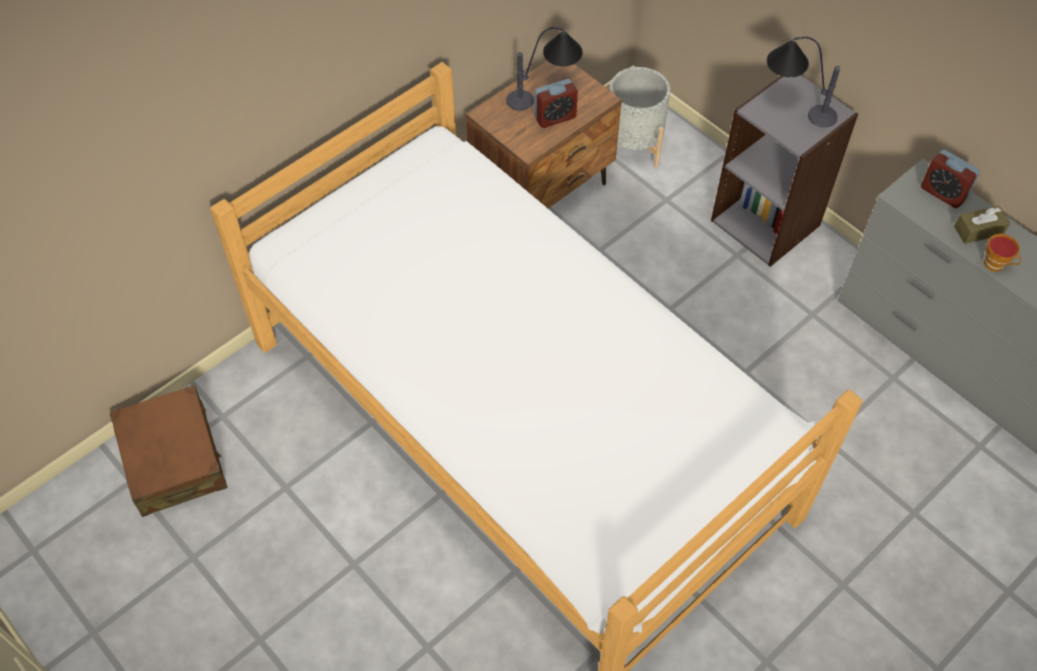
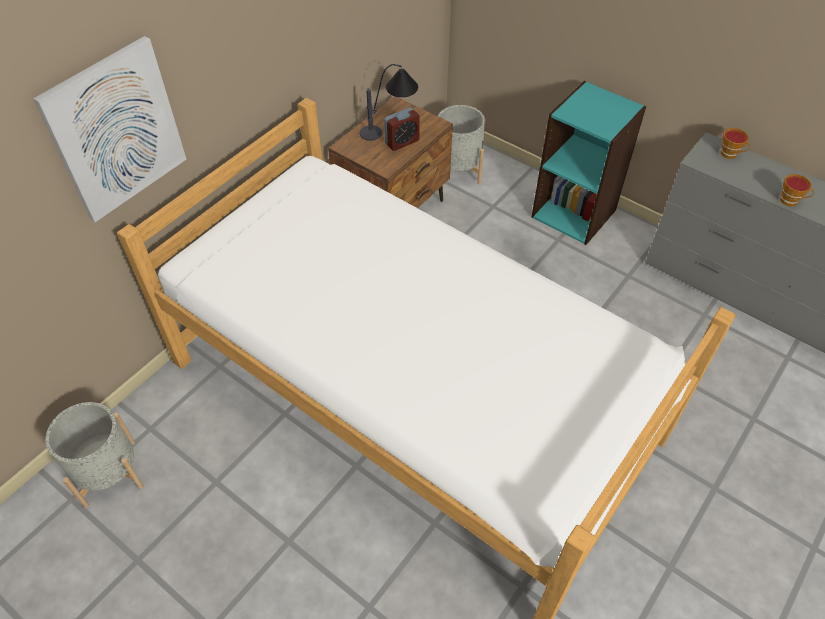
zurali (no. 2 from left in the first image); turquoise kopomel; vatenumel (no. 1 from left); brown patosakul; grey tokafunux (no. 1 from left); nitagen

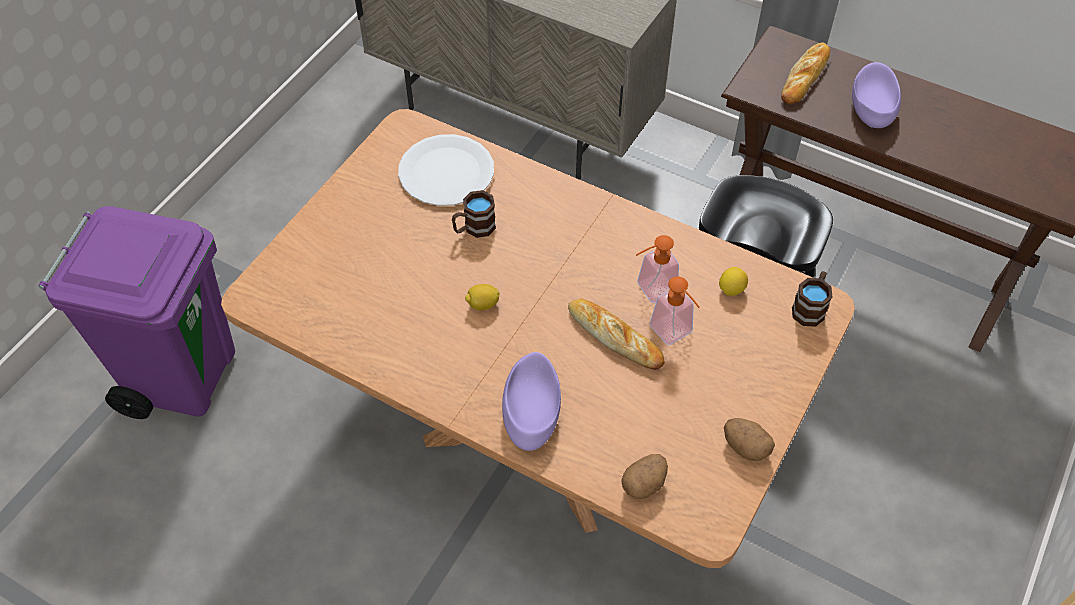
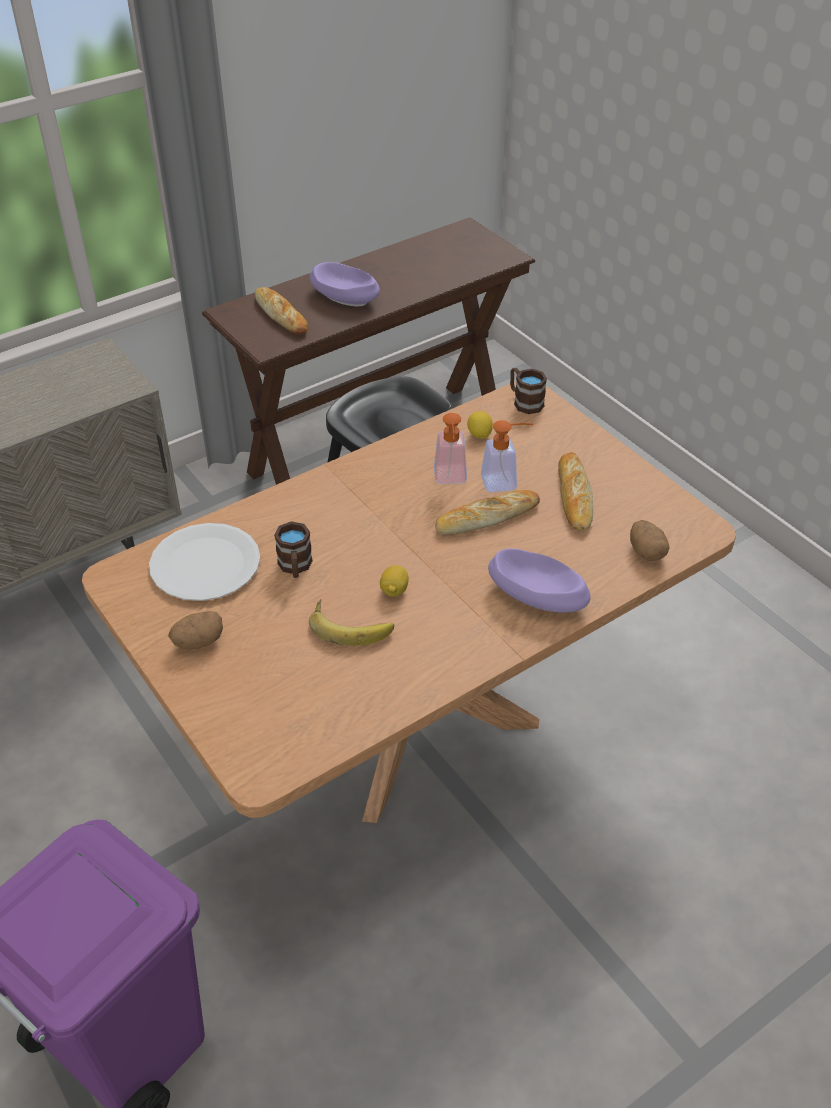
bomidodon (no. 1 from left); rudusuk (no. 3 from left); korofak

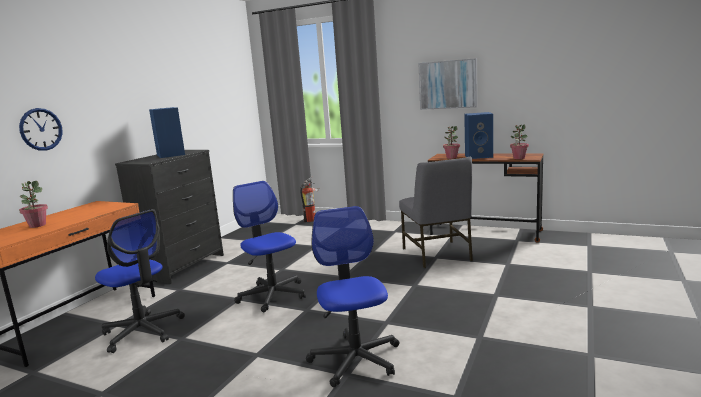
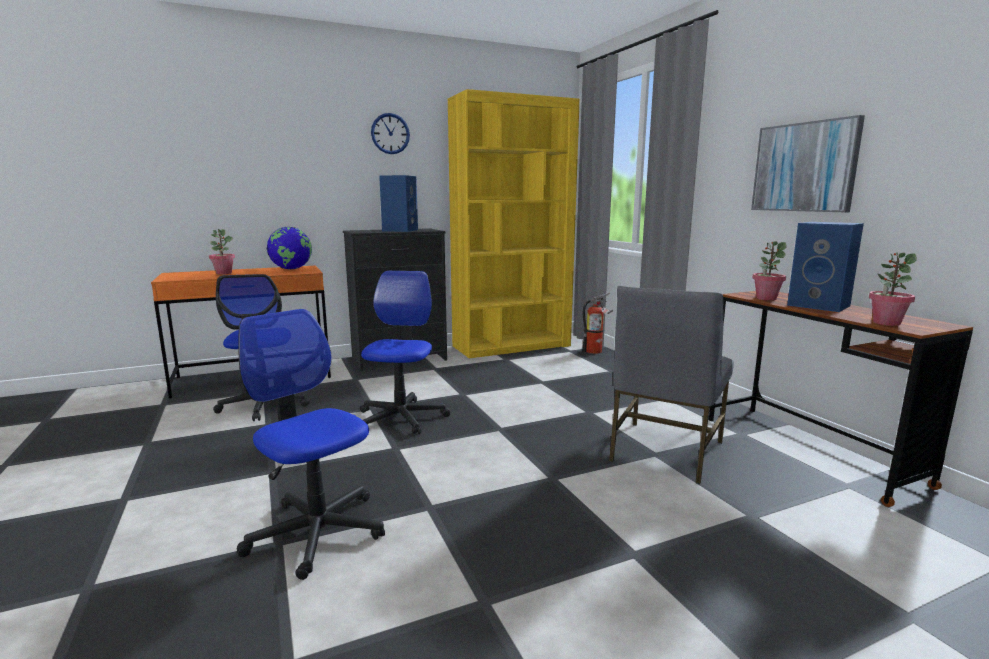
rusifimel; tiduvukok (no. 2 from left); yellow kopomel; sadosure

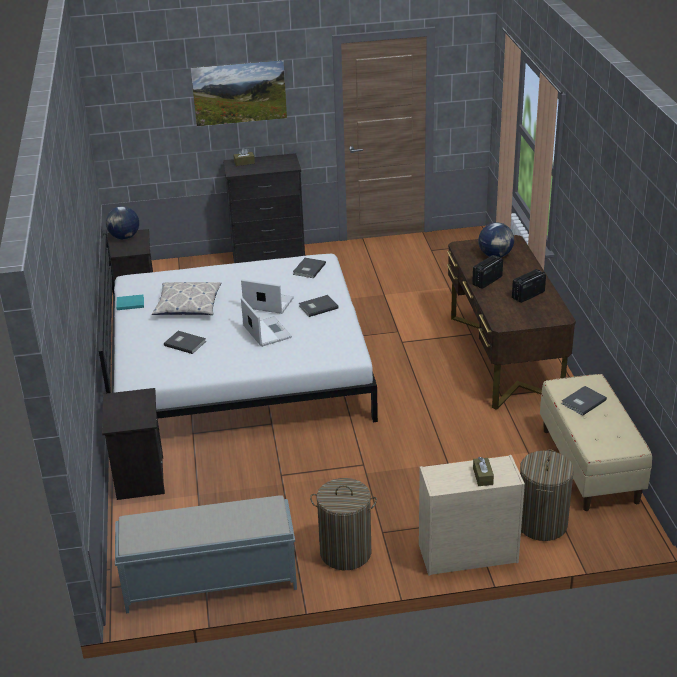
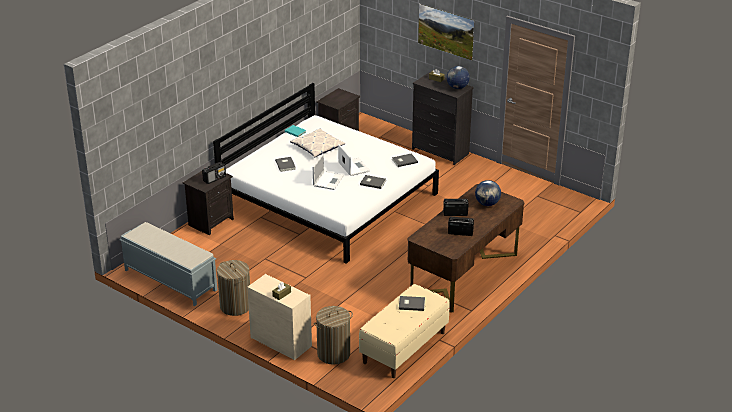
sadosure (no. 1 from left); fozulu (no. 1 from left)

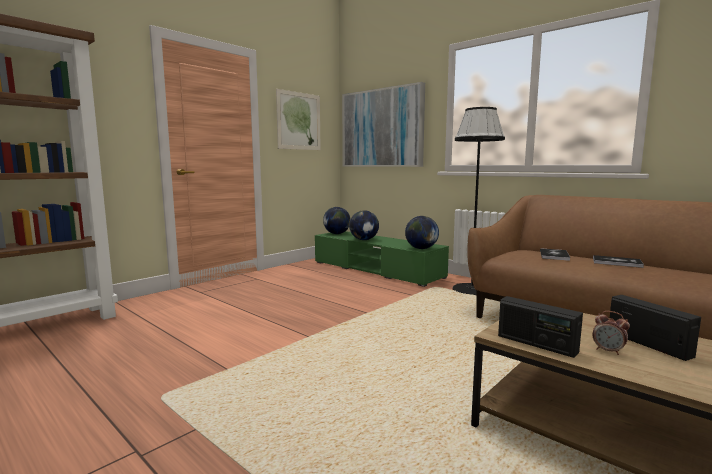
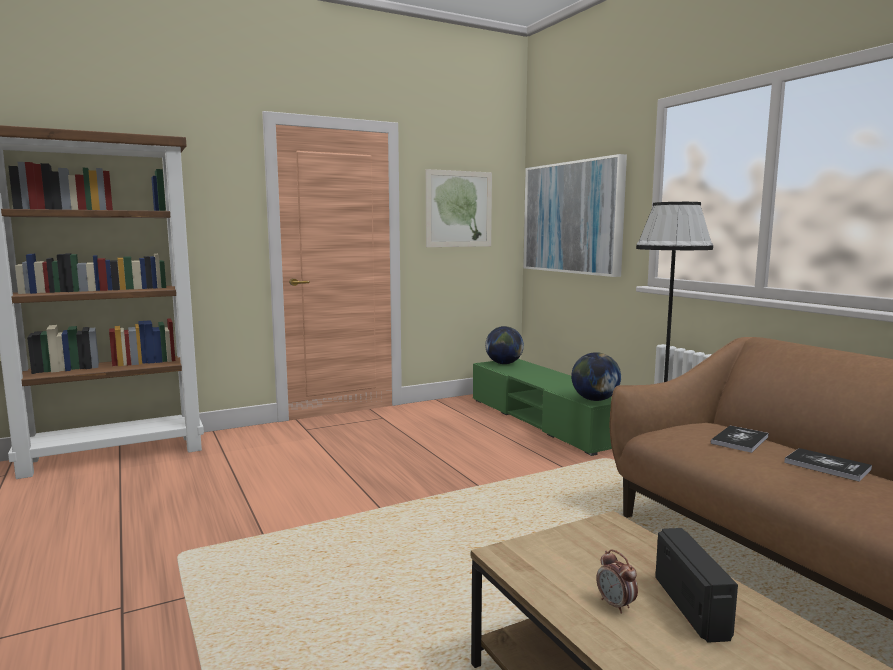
sadosure (no. 2 from left in the first image); fozulu (no. 1 from left in the first image)

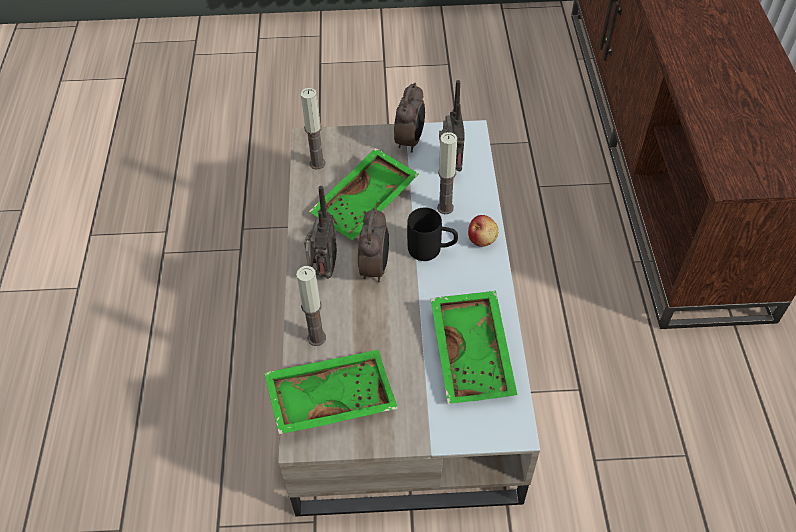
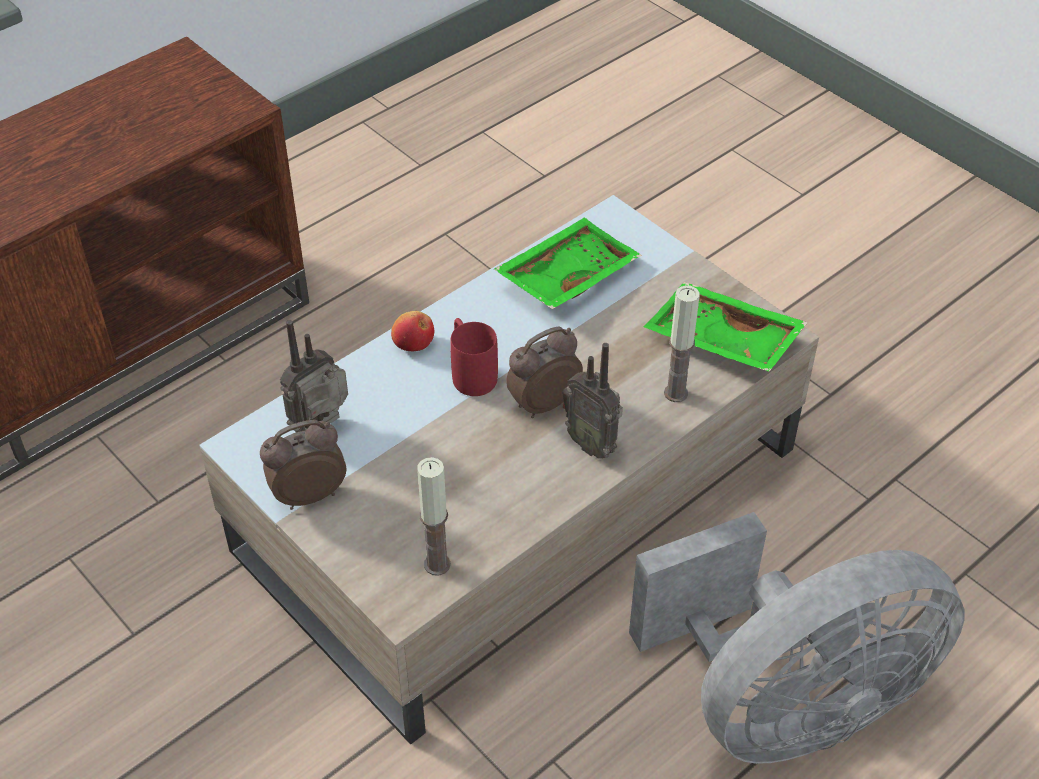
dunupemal (no. 3 from left in the first image); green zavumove (no. 2 from left in the first image); fozulu (no. 2 from left); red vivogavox; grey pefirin

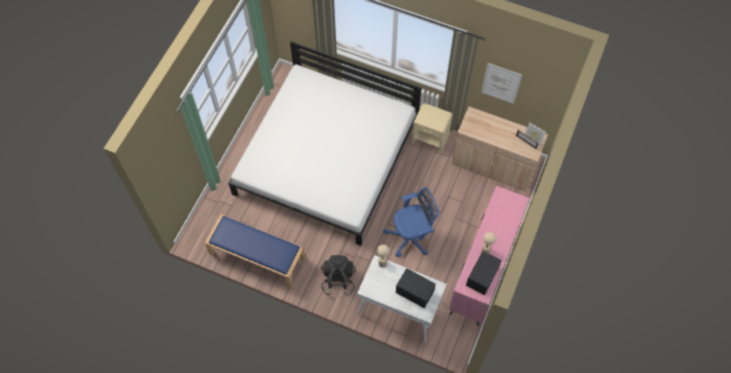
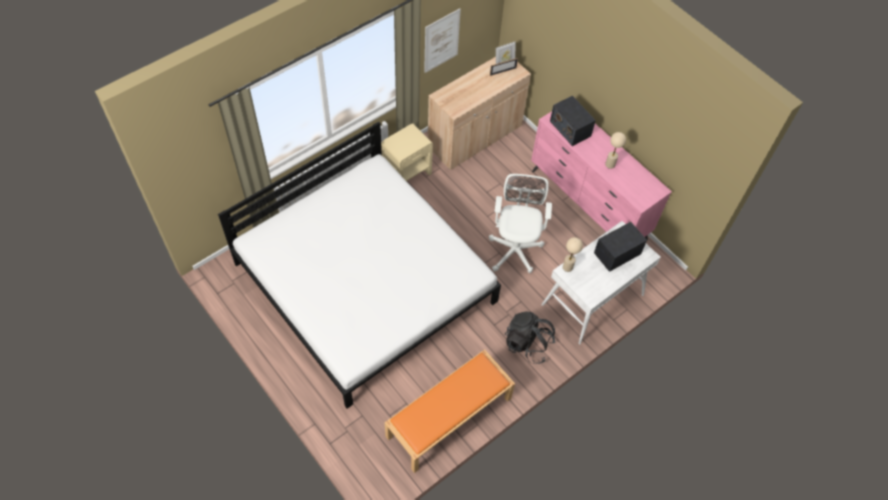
white tiduvukok; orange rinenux; fozulu (no. 1 from left)

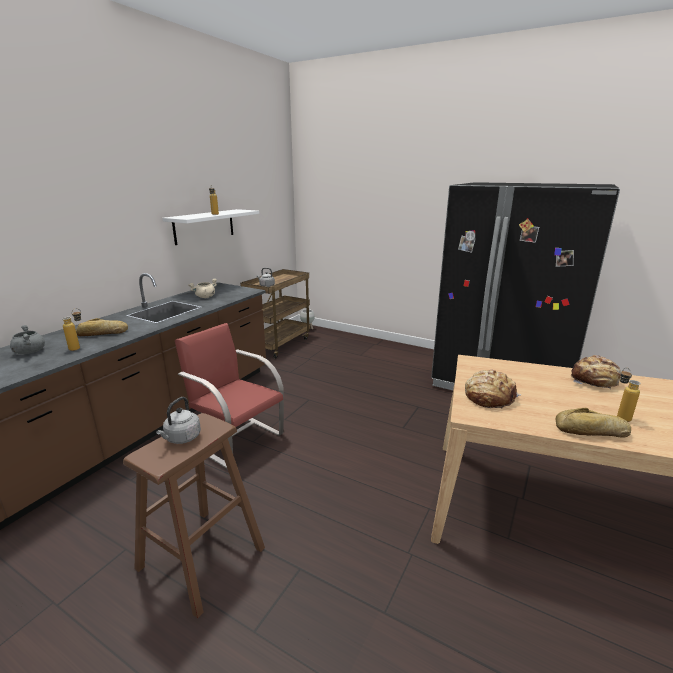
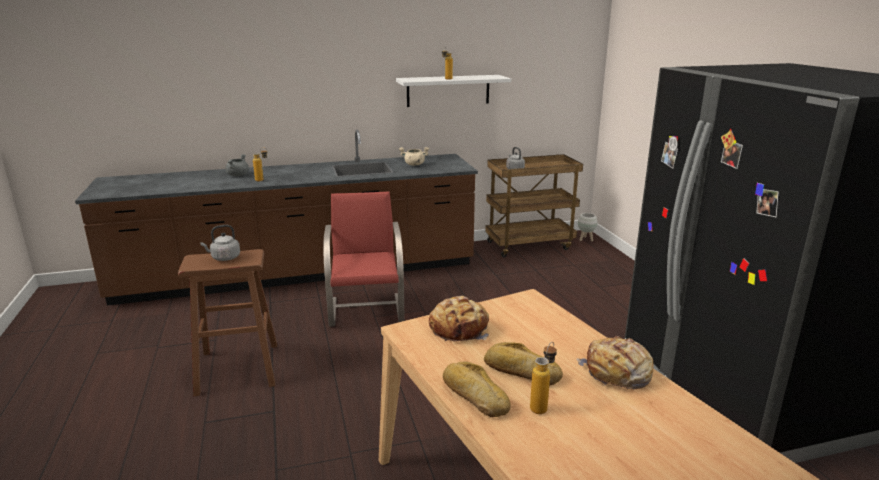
rudusuk (no. 3 from left)

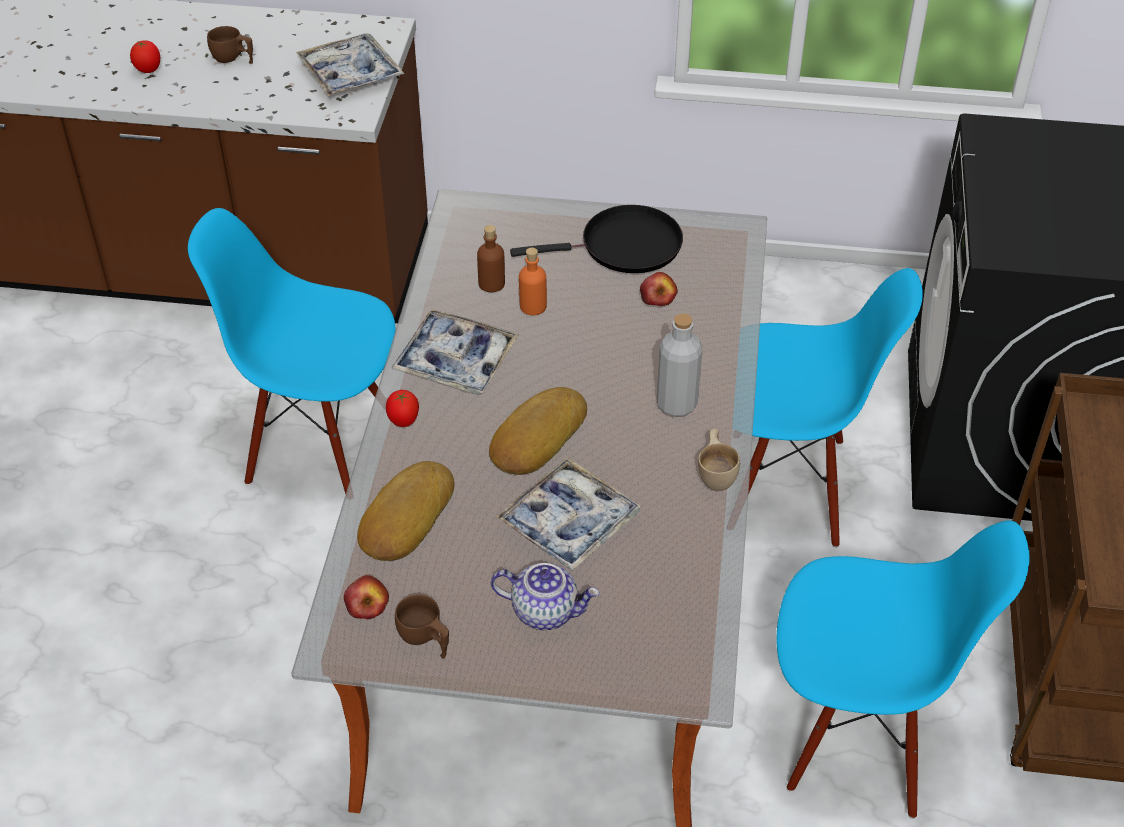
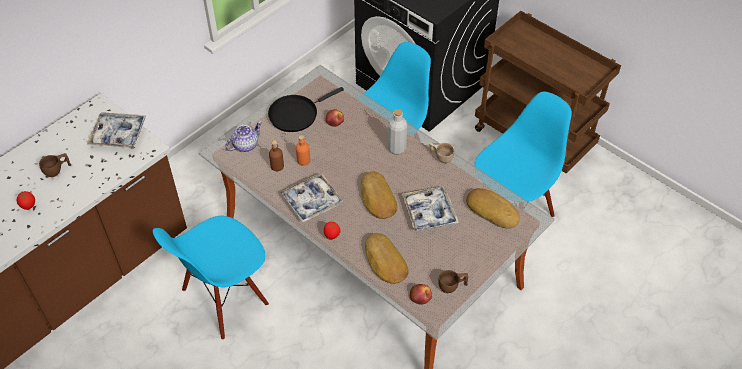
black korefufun; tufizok; rudusuk (no. 3 from left)

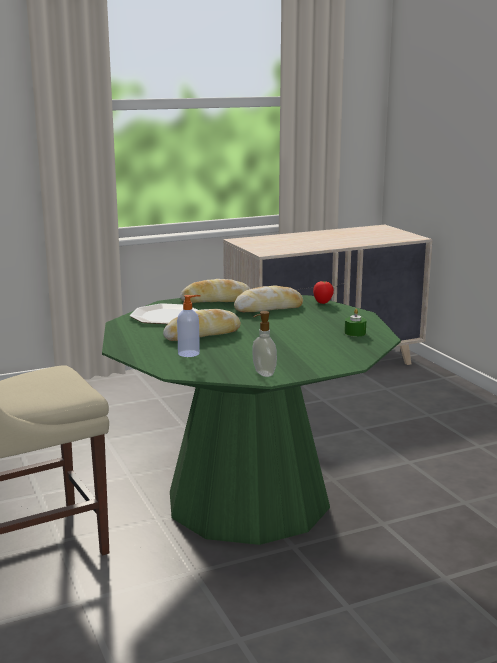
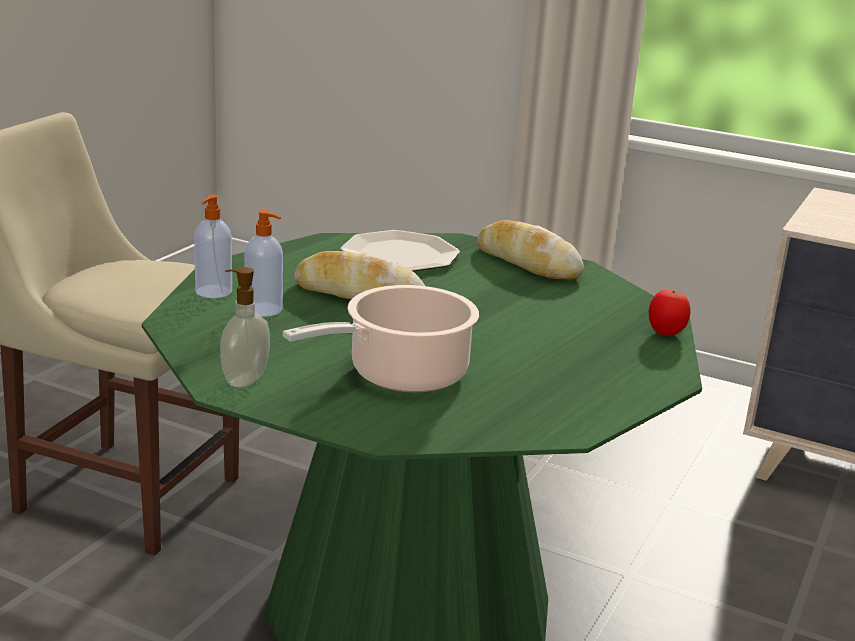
rudusuk (no. 3 from left in the first image); green dunupemal; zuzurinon (no. 1 from left); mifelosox

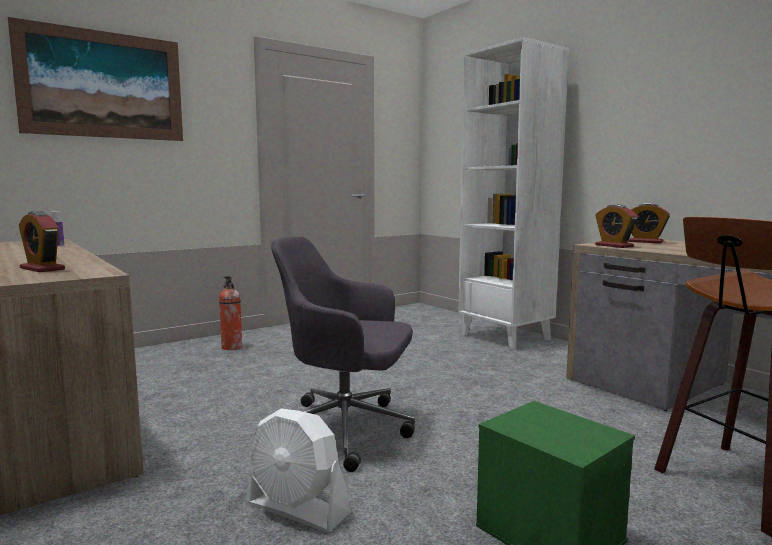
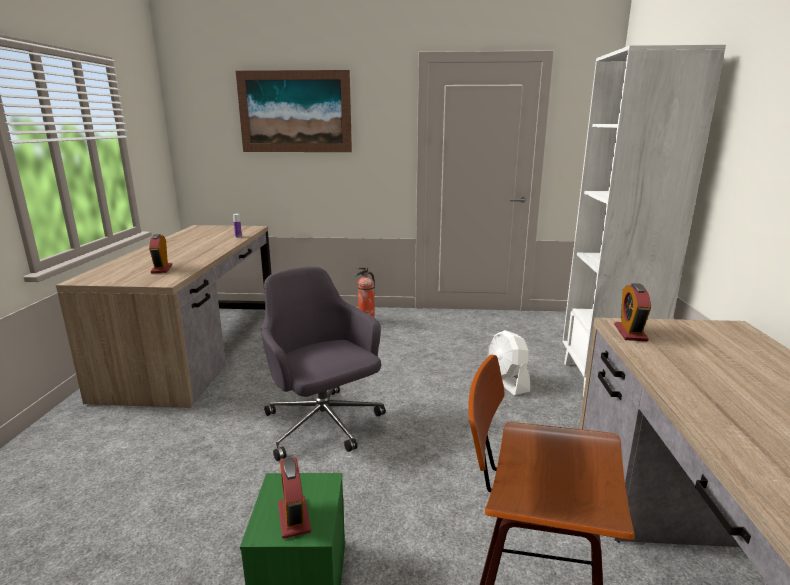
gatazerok (no. 2 from left); white pefirin

